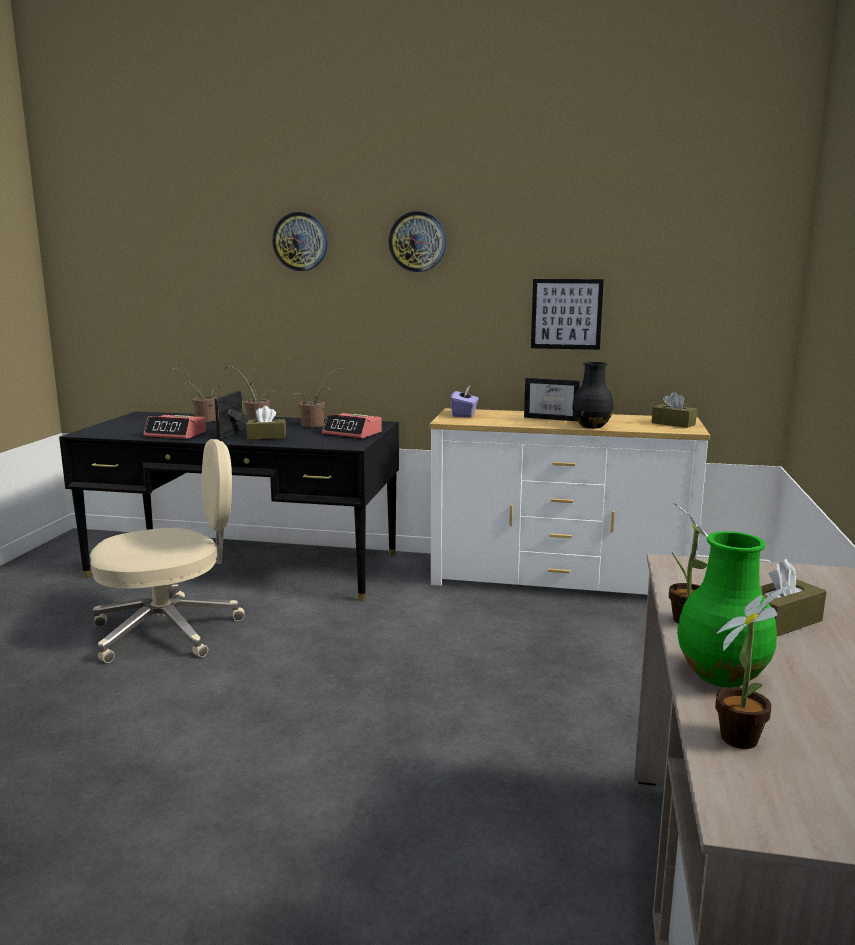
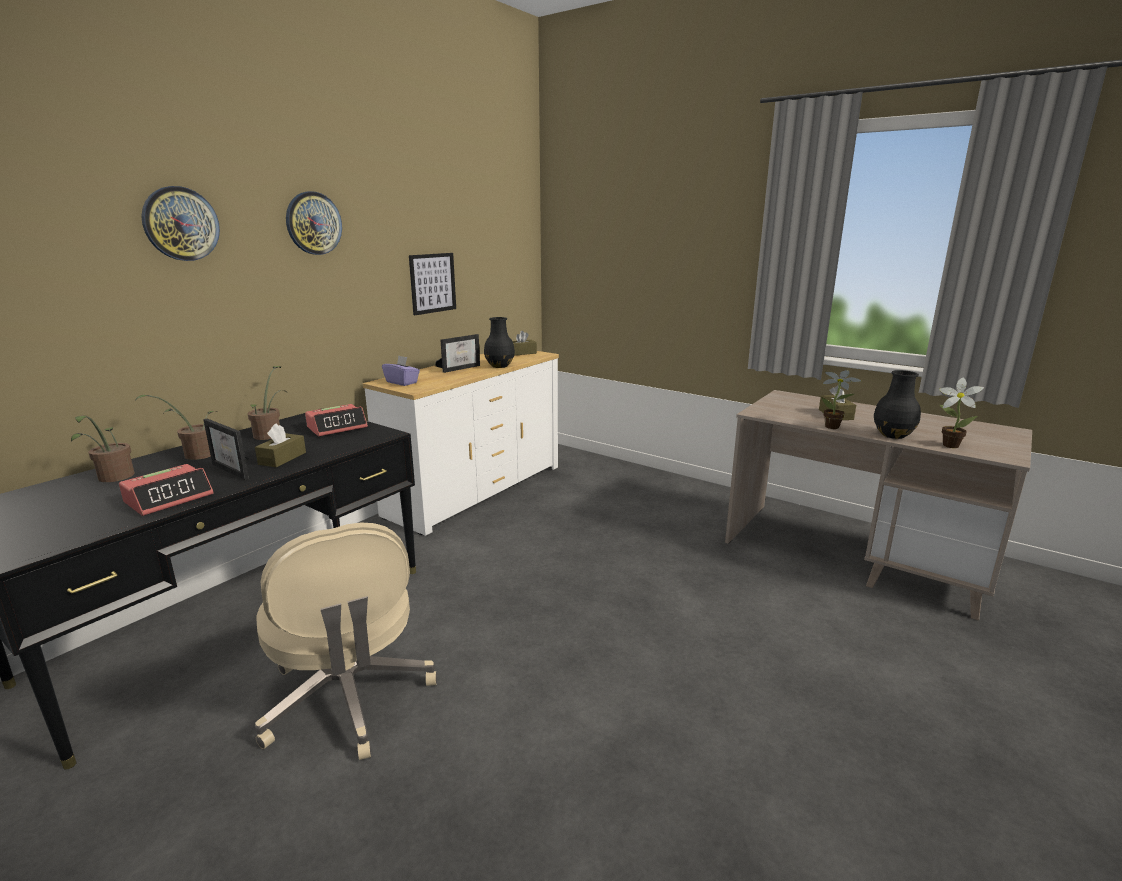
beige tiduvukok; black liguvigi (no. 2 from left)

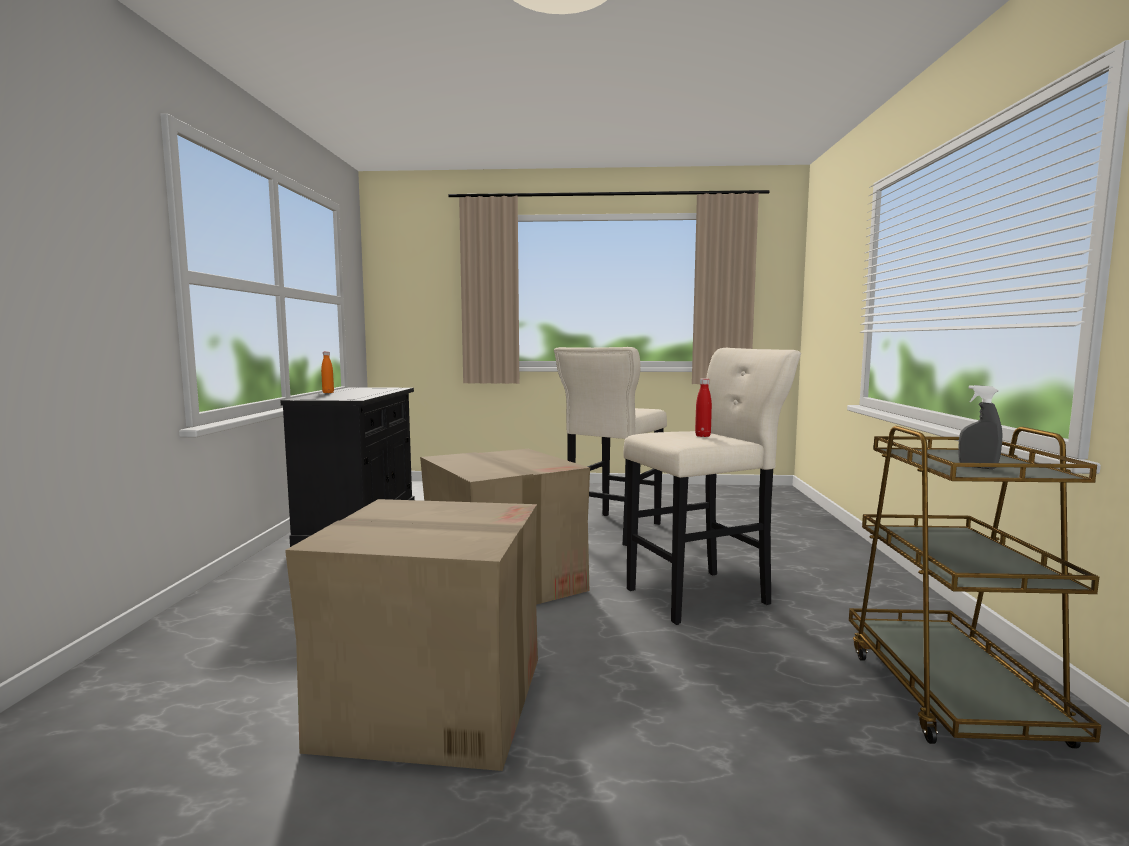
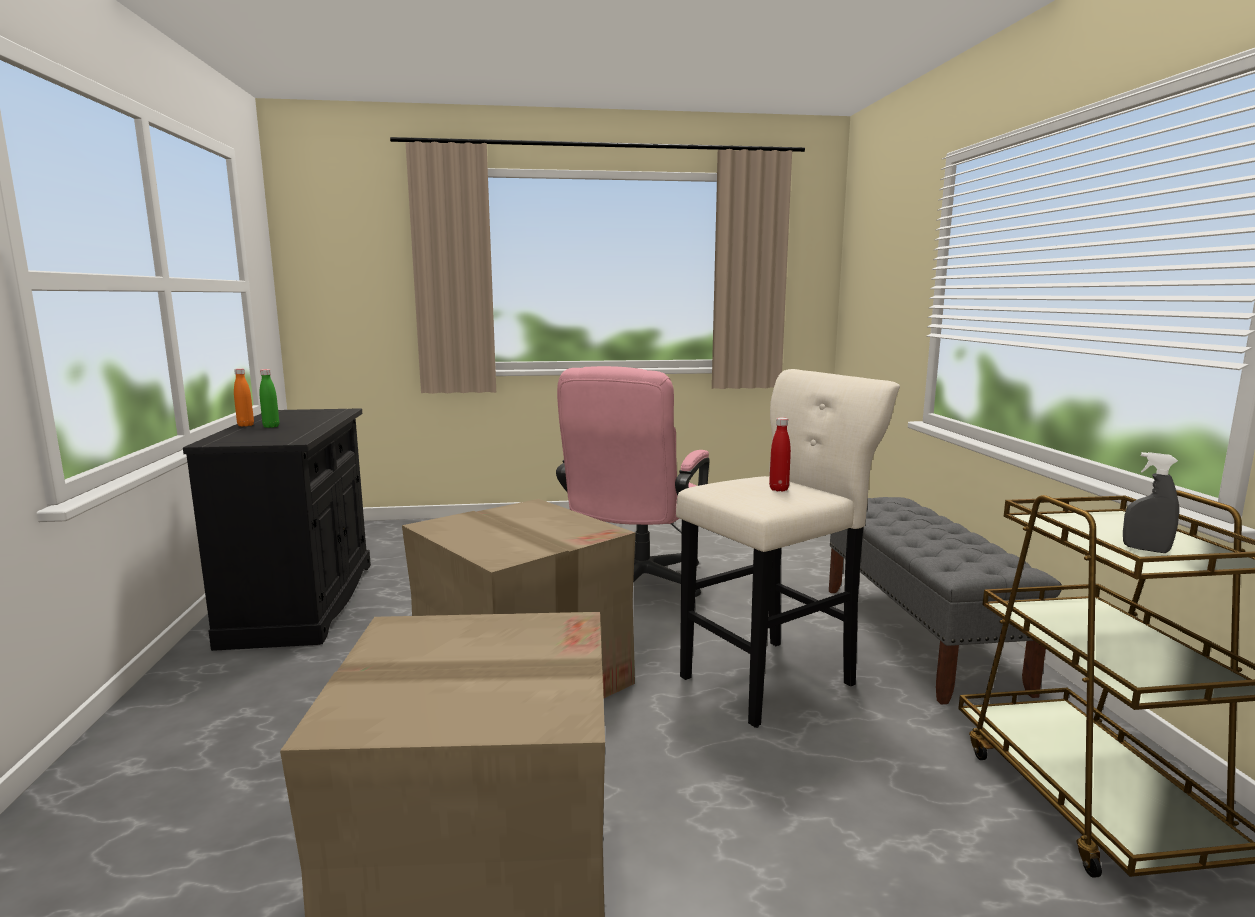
pink tiduvukok; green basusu; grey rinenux

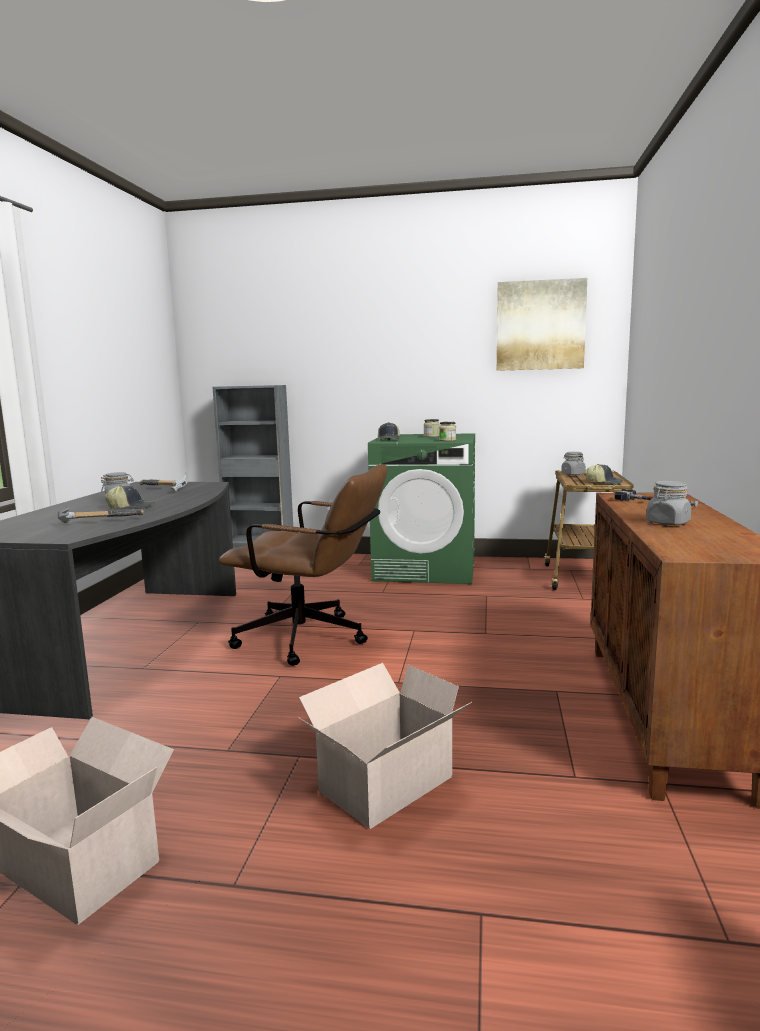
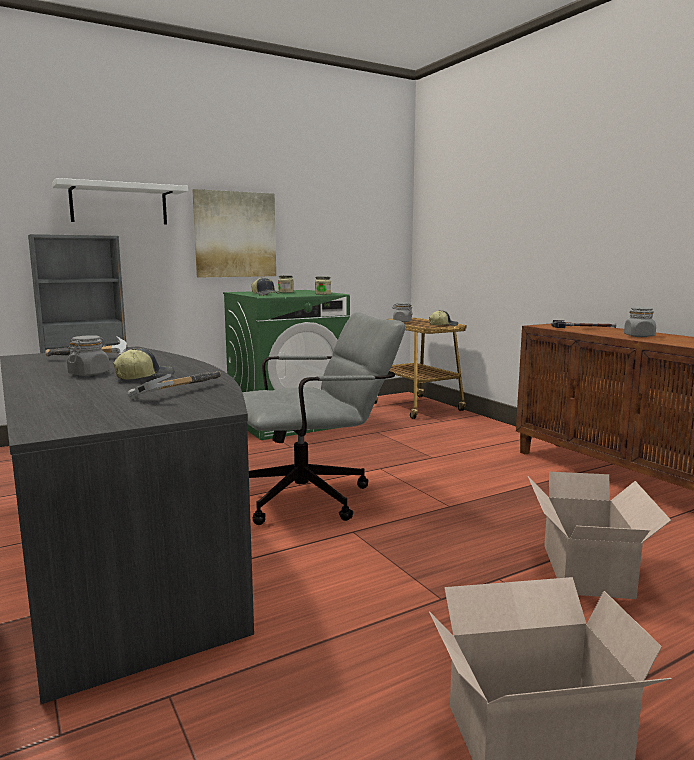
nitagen; grey tiduvukok; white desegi

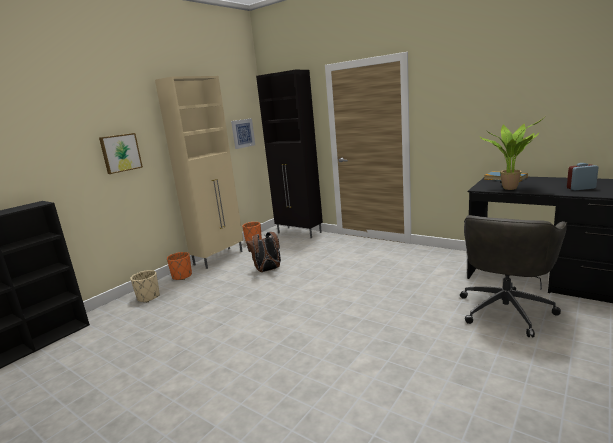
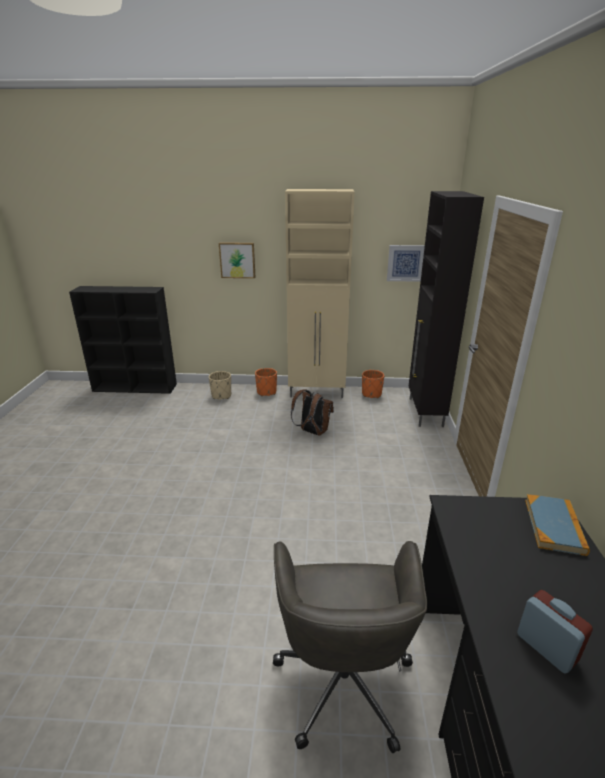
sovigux; grey tiduvukok

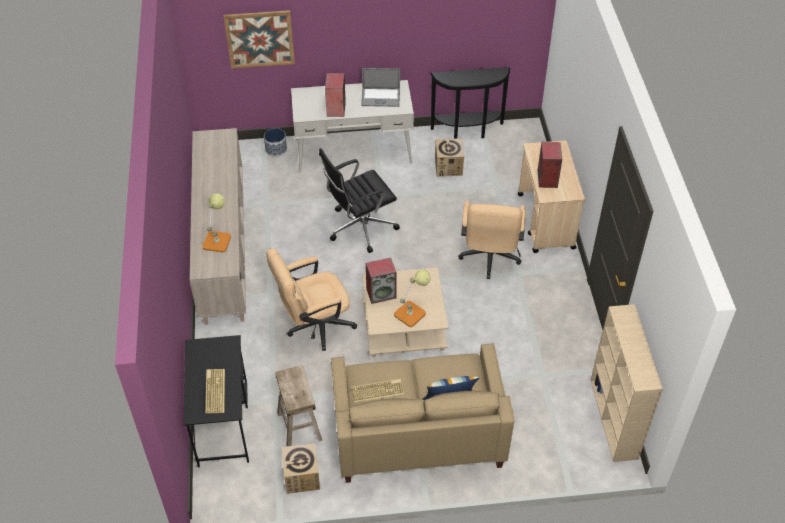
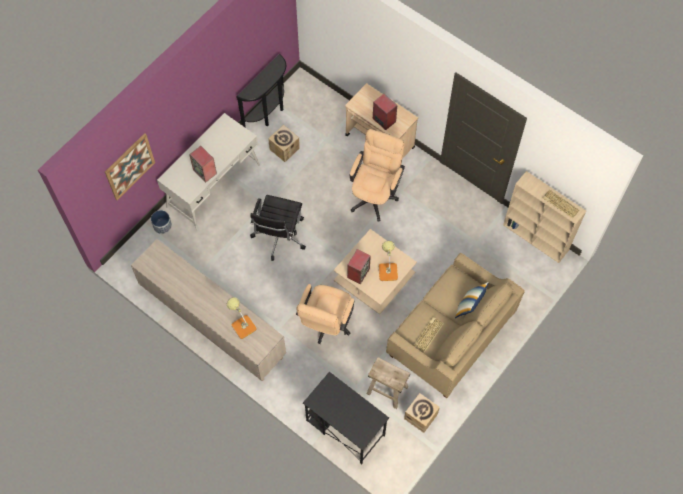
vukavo; beige tiduvukok (no. 2 from left); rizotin (no. 2 from left)

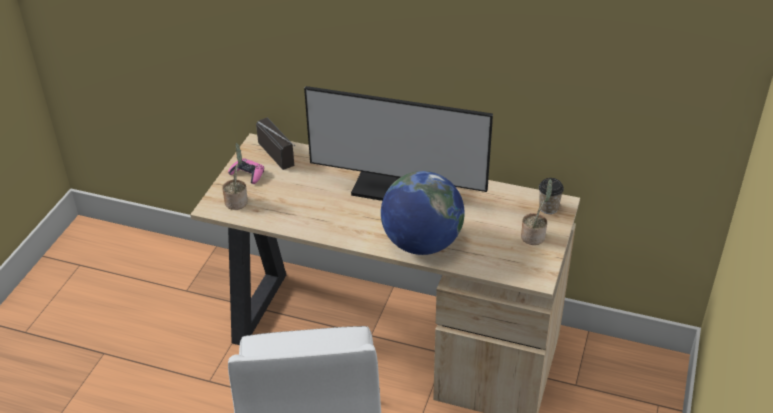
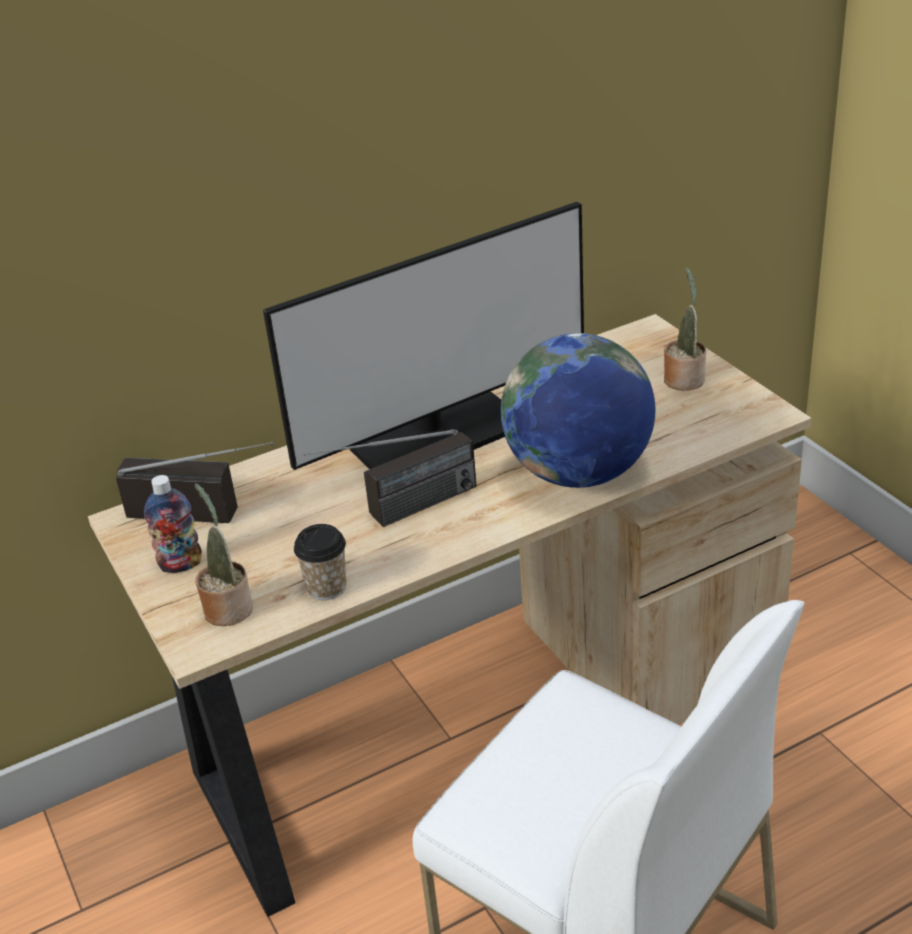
basusu; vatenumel; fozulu (no. 2 from left)

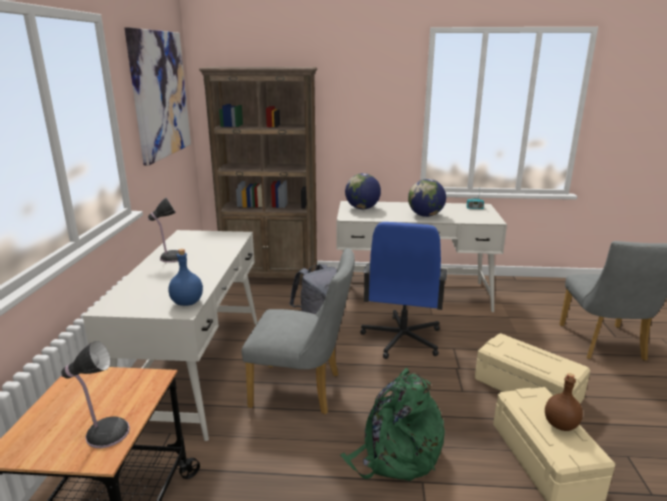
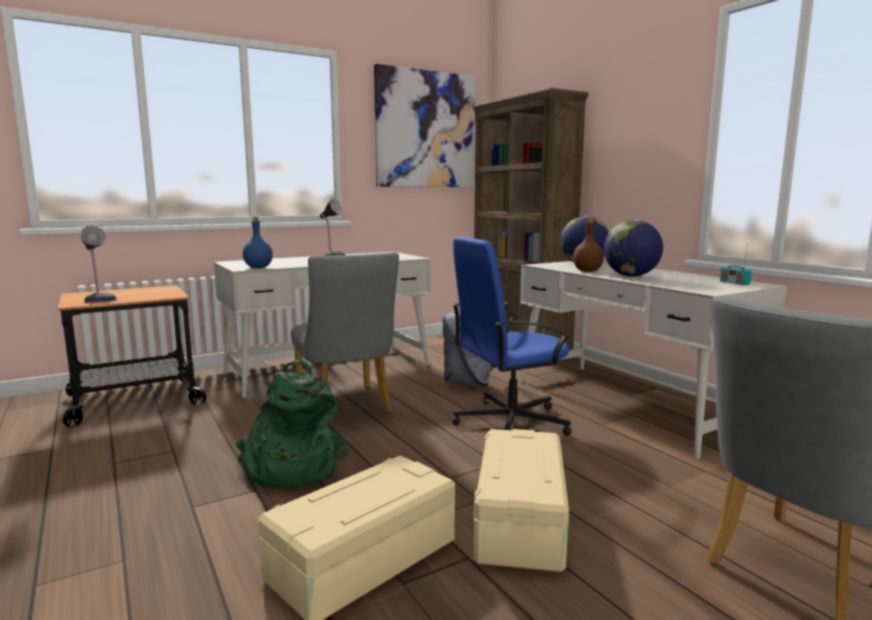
brown basusu

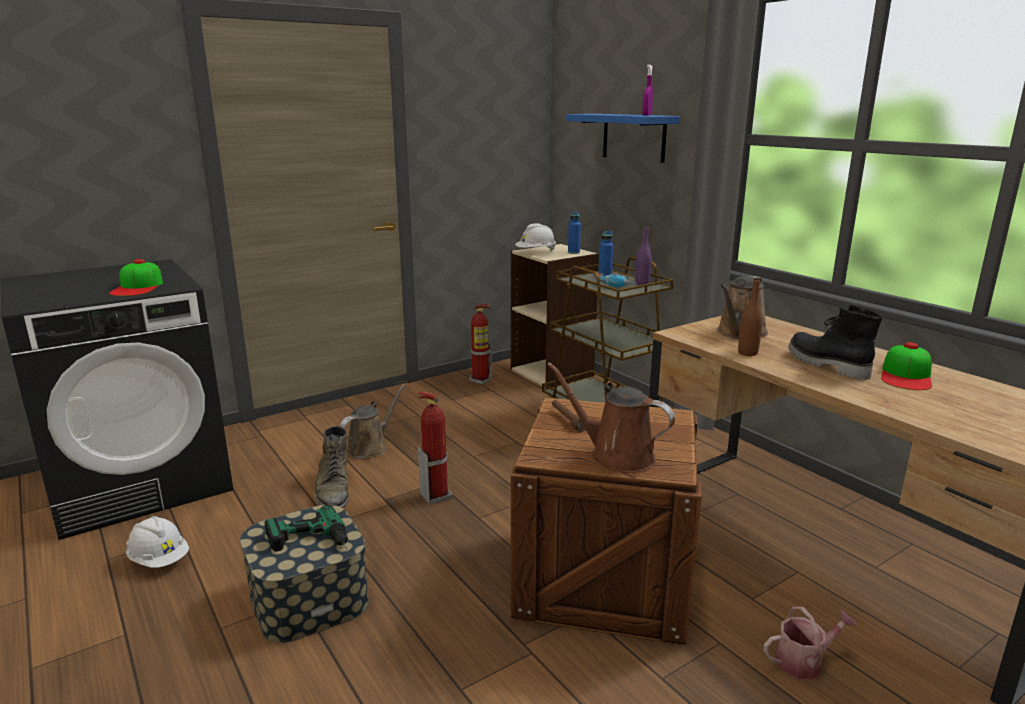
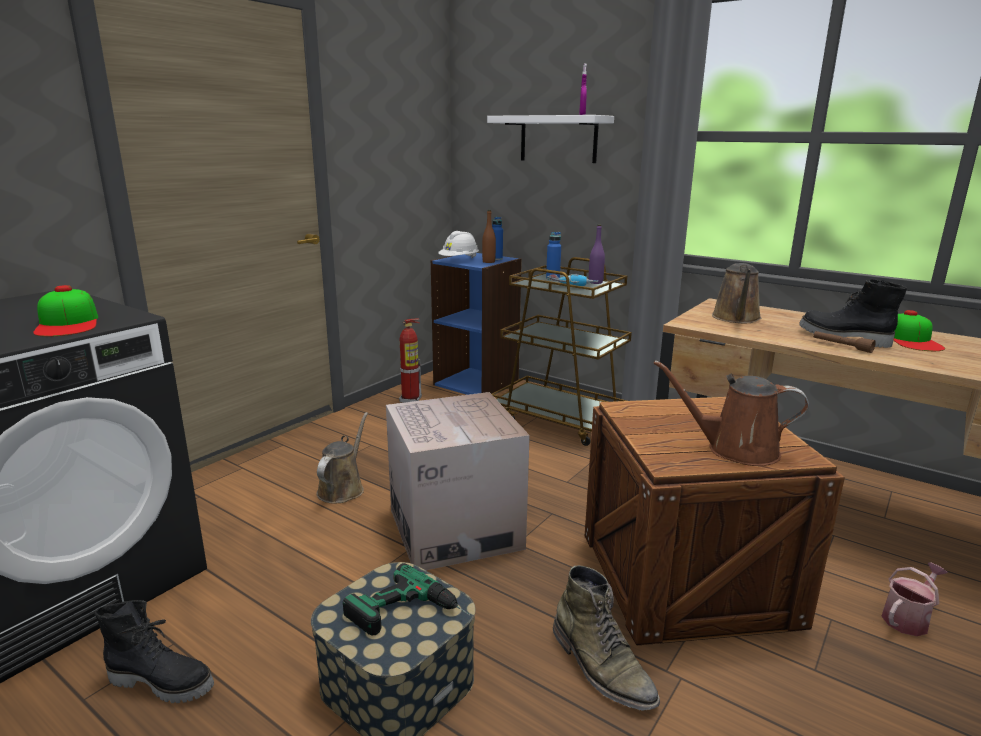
white desegi; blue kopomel; brown basusu; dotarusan; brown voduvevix; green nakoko; black nakoko (no. 1 from left)

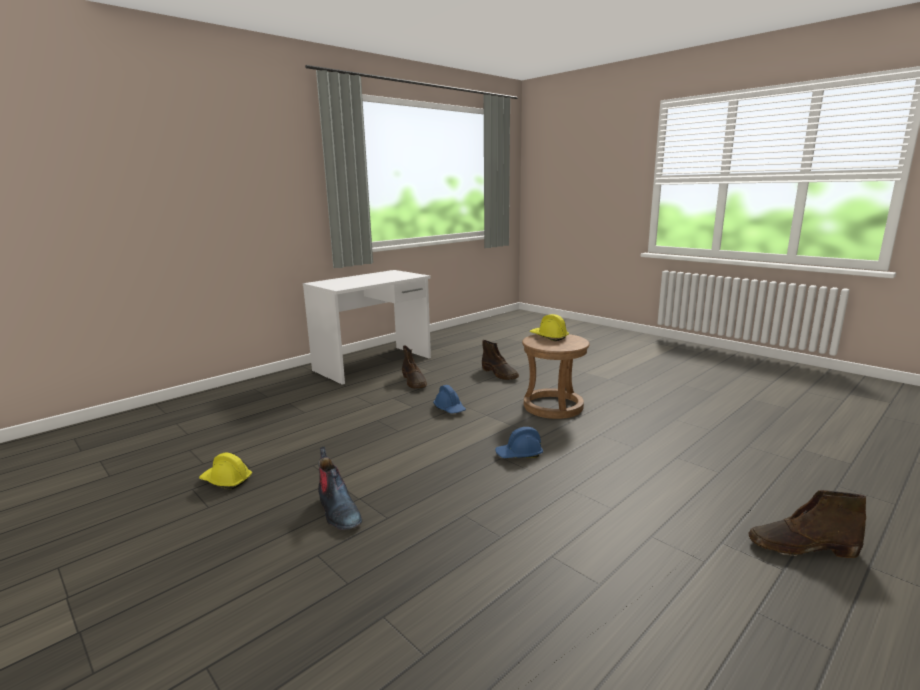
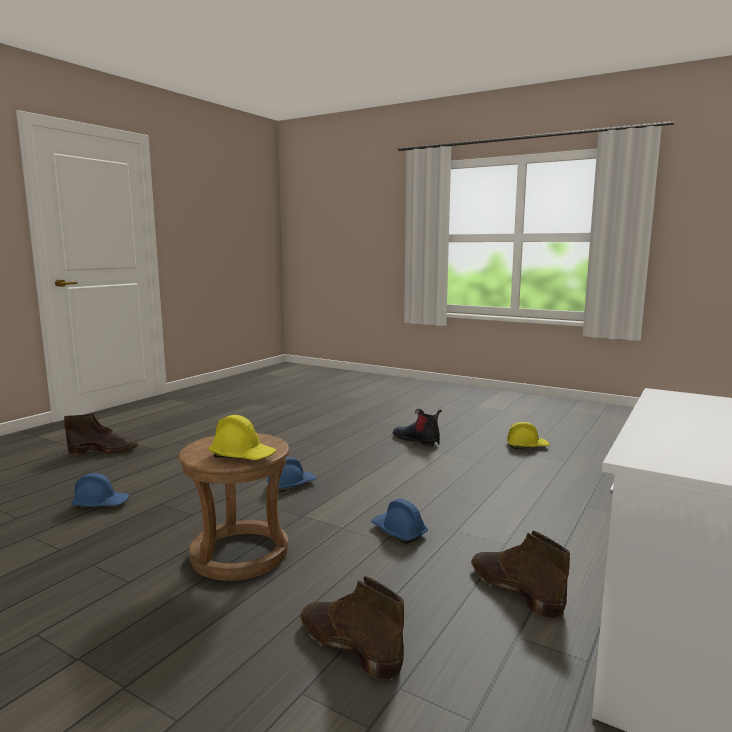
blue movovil (no. 1 from left)

